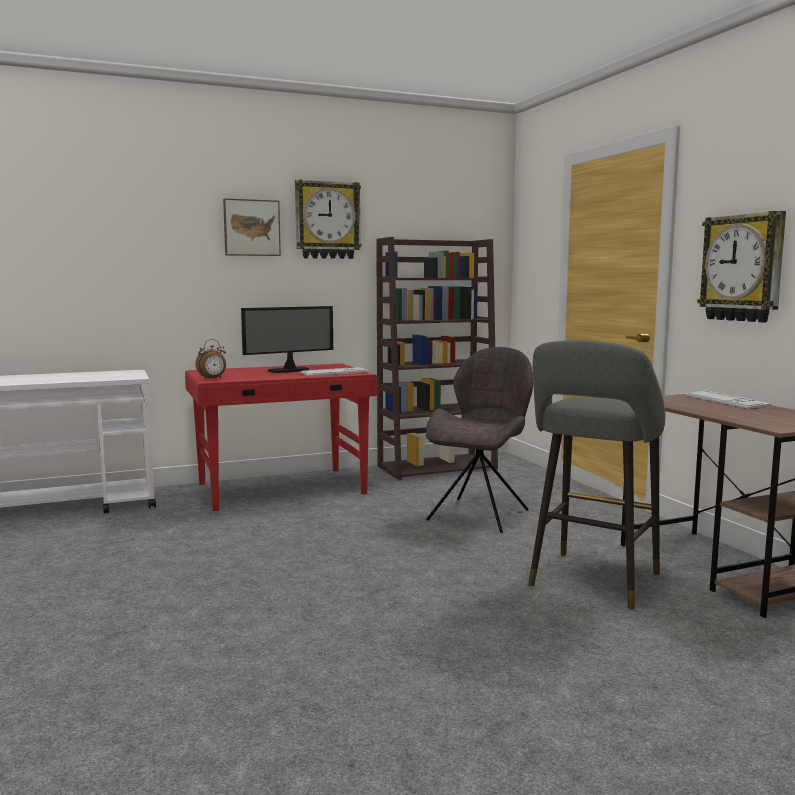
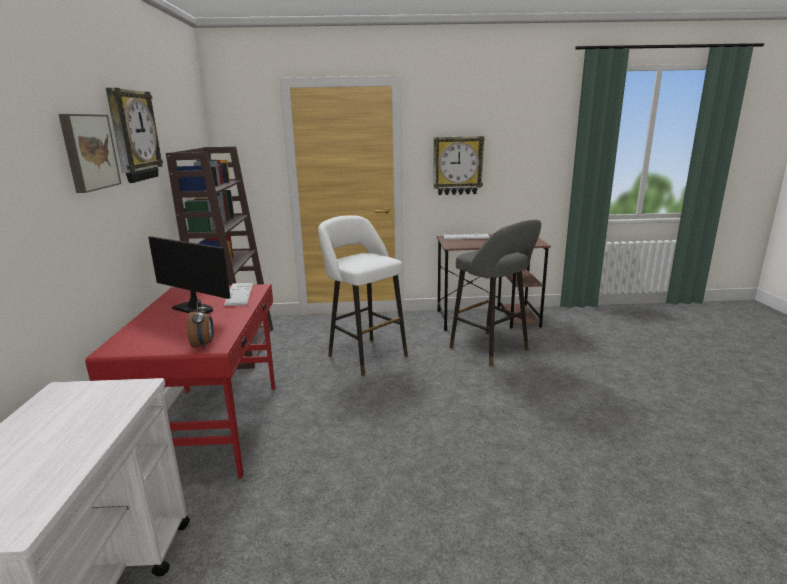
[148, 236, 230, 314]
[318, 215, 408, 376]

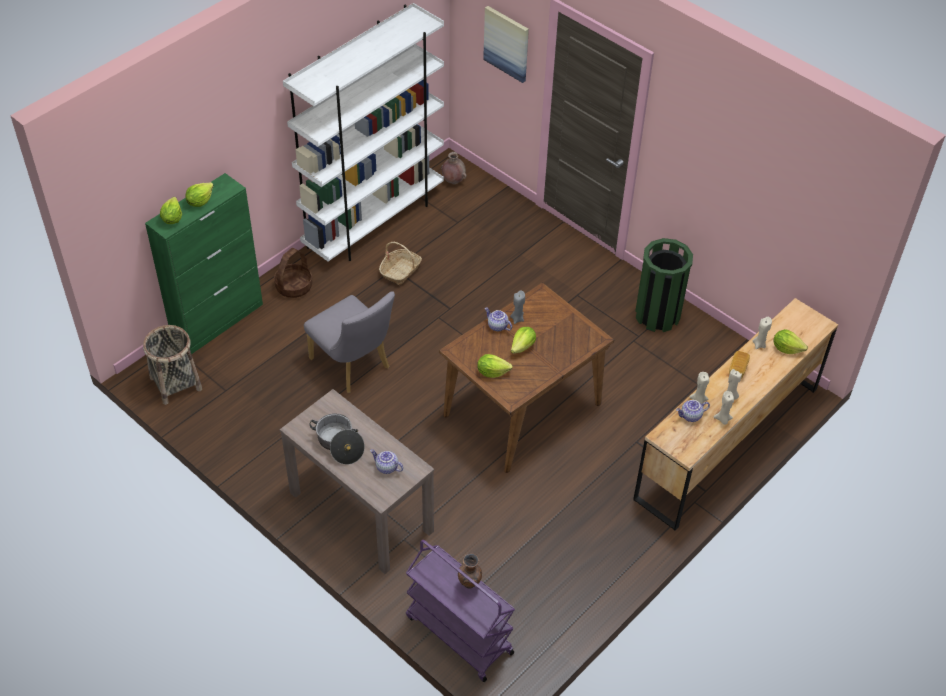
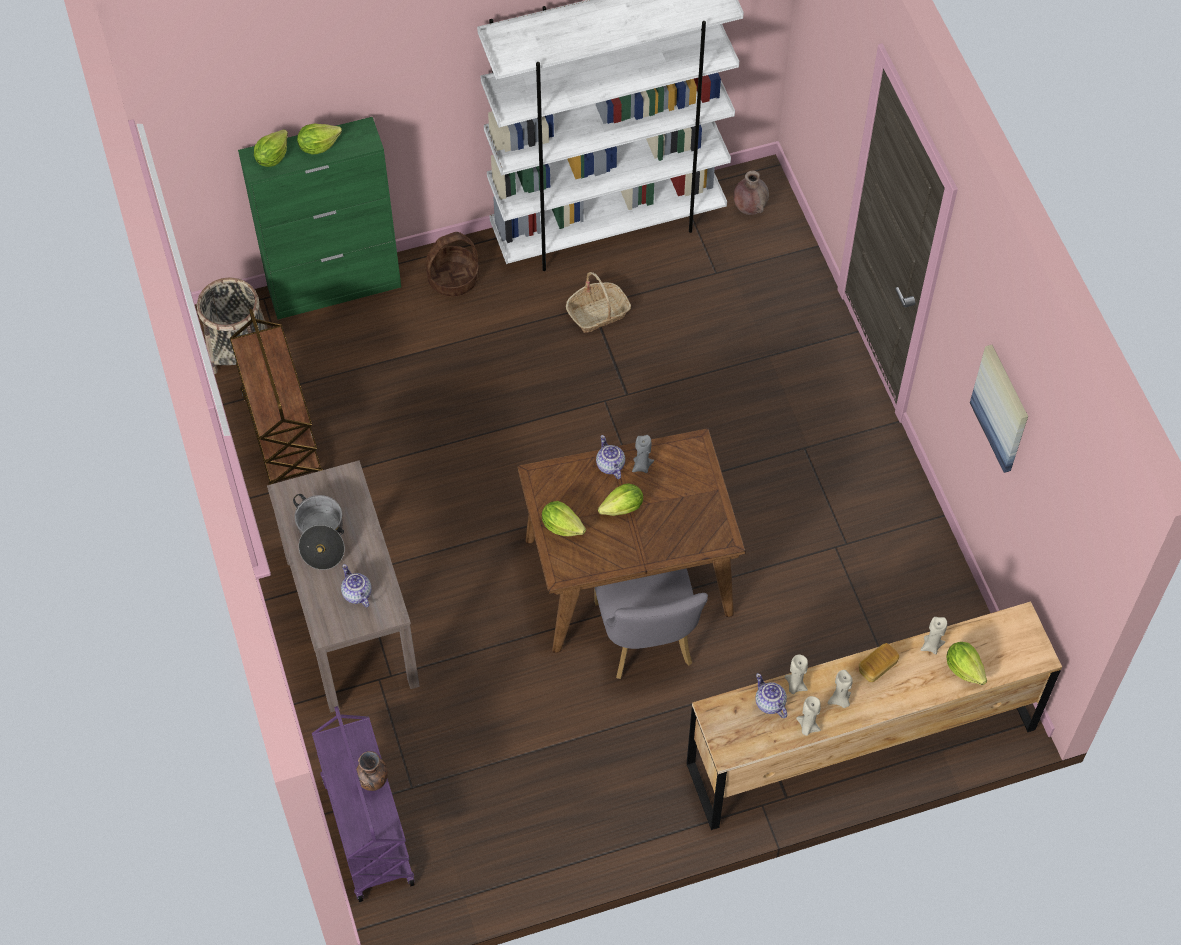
[230, 308, 323, 485]
[594, 568, 708, 679]
[755, 673, 787, 718]
[970, 345, 1028, 473]
[635, 238, 693, 332] (first image)

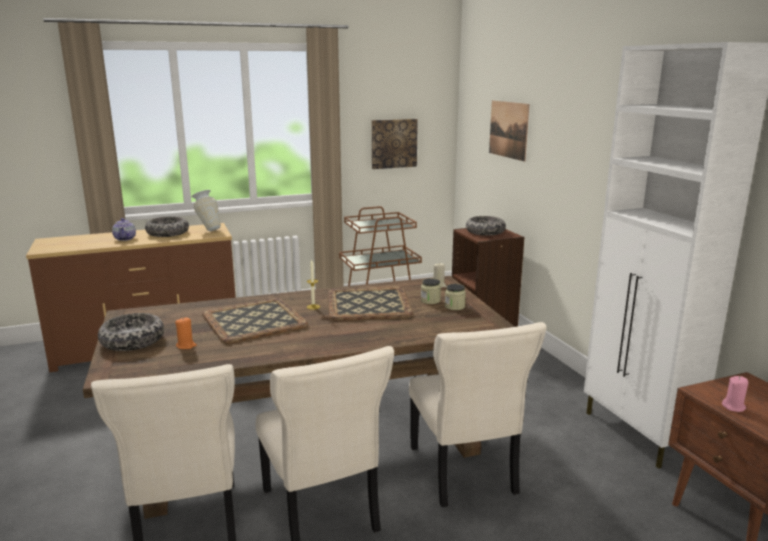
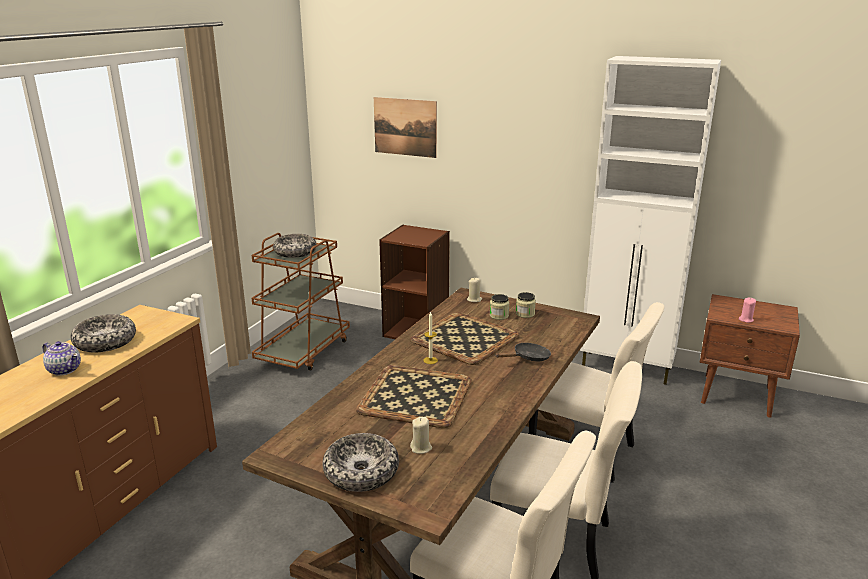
[273, 234, 317, 258]
[410, 417, 432, 454]
[495, 343, 551, 362]
[191, 190, 221, 231] (first image)
[372, 119, 418, 169] (first image)

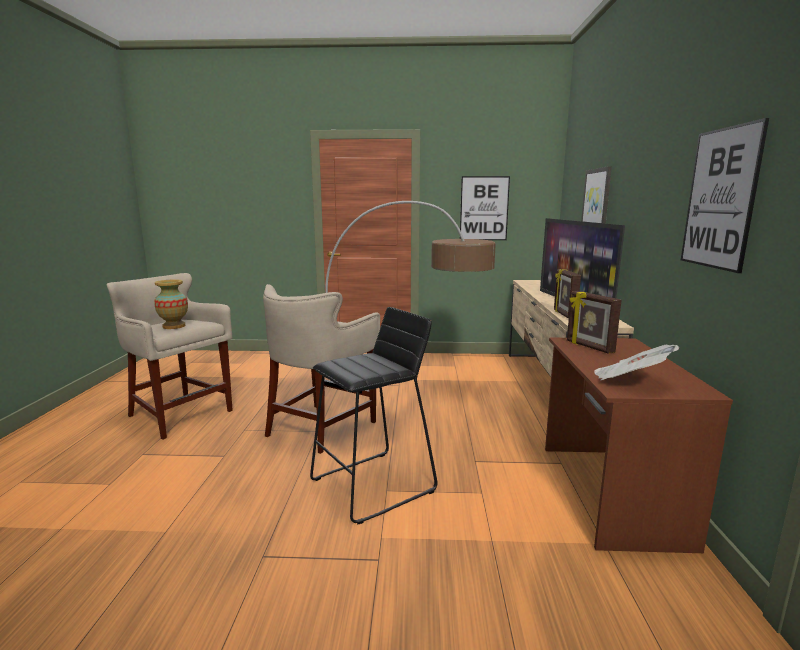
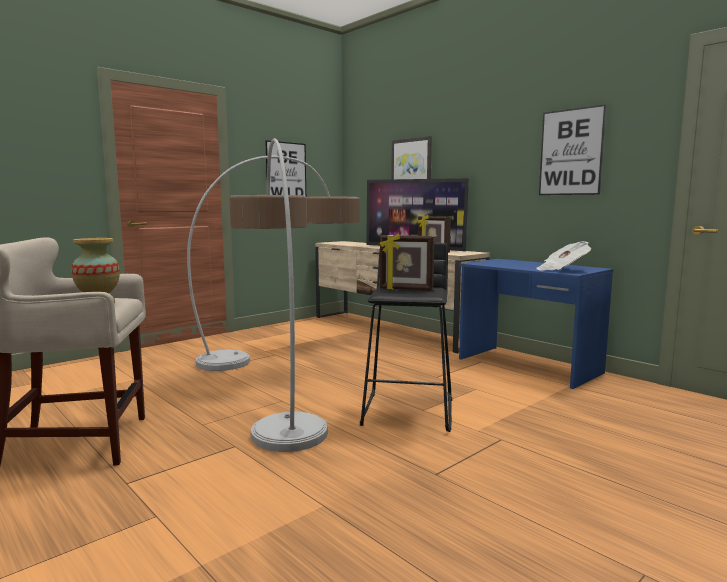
[230, 138, 328, 452]
[380, 234, 434, 291]
[459, 259, 613, 389]

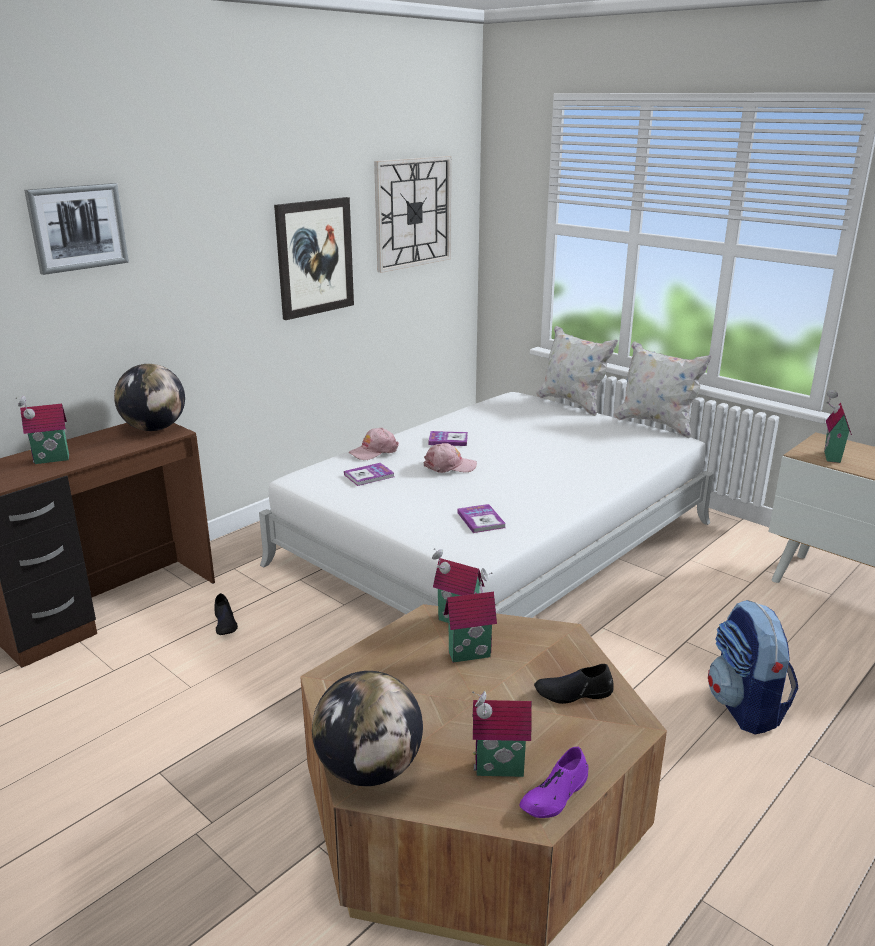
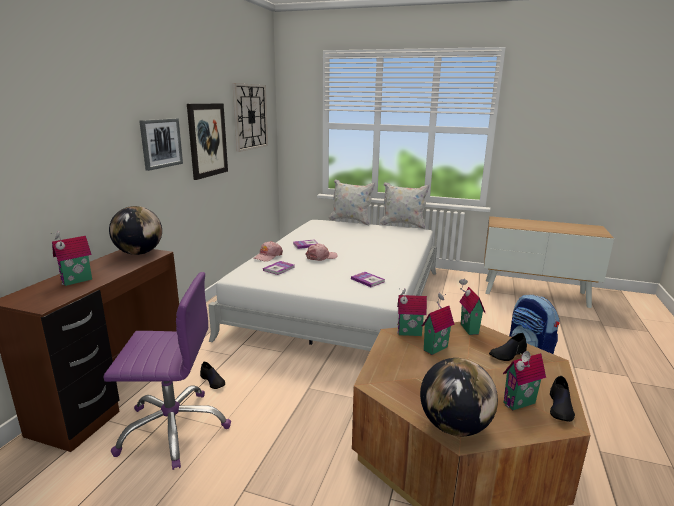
[103, 272, 231, 470]
[139, 118, 183, 171]
[459, 278, 485, 335]
[550, 376, 575, 422]

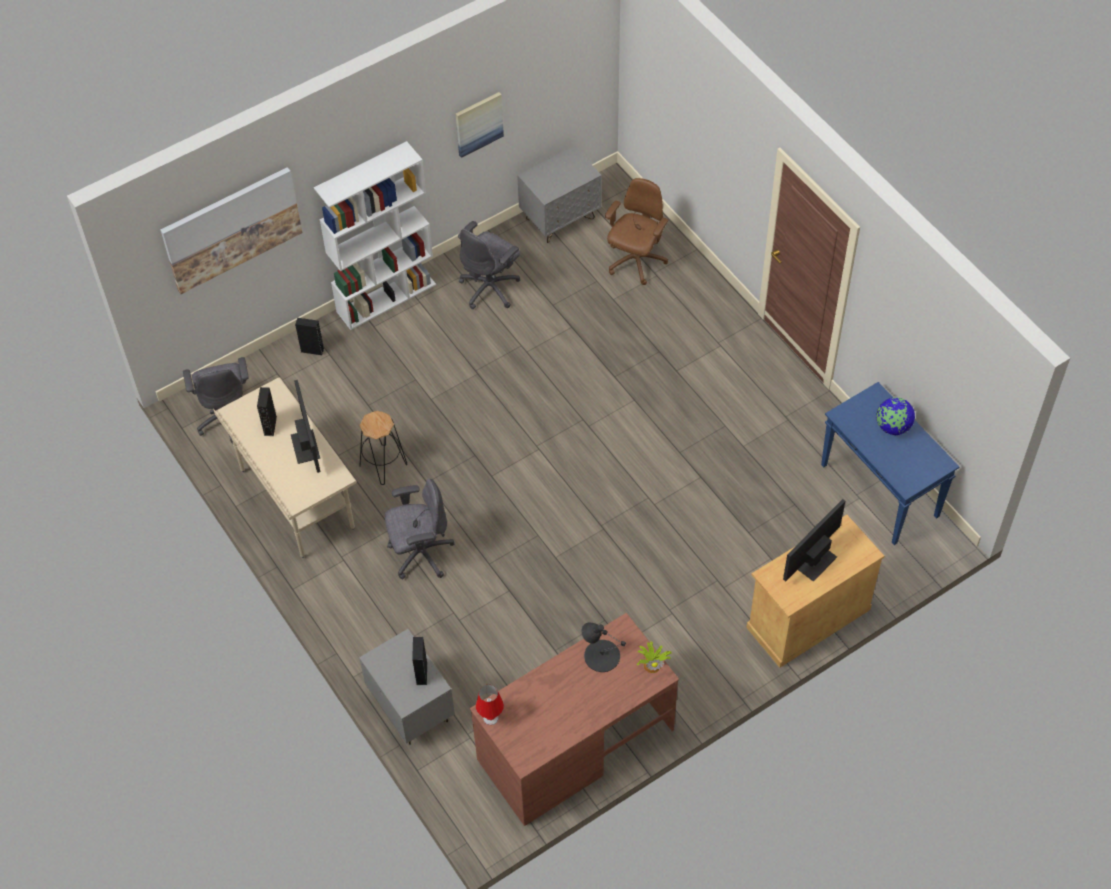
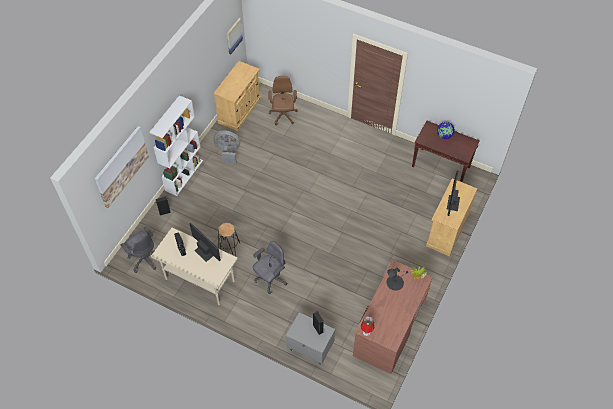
[213, 61, 261, 131]
[213, 130, 240, 164]
[227, 18, 243, 54]
[412, 121, 480, 182]

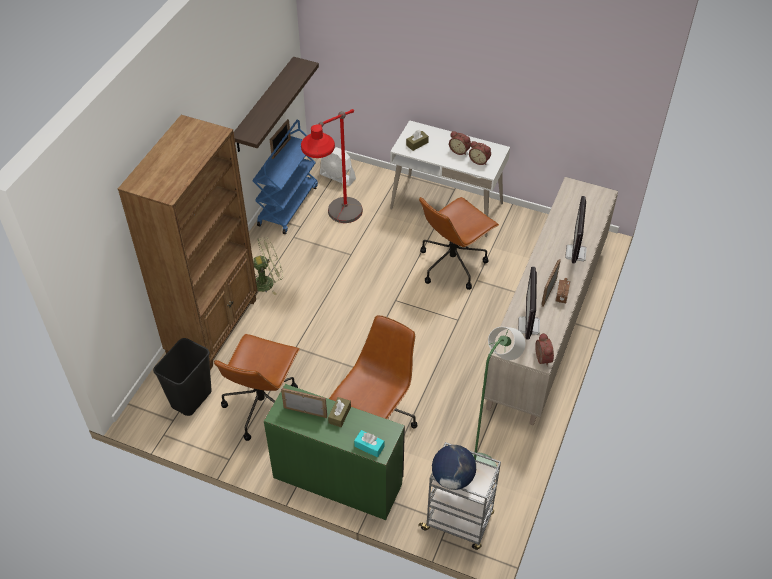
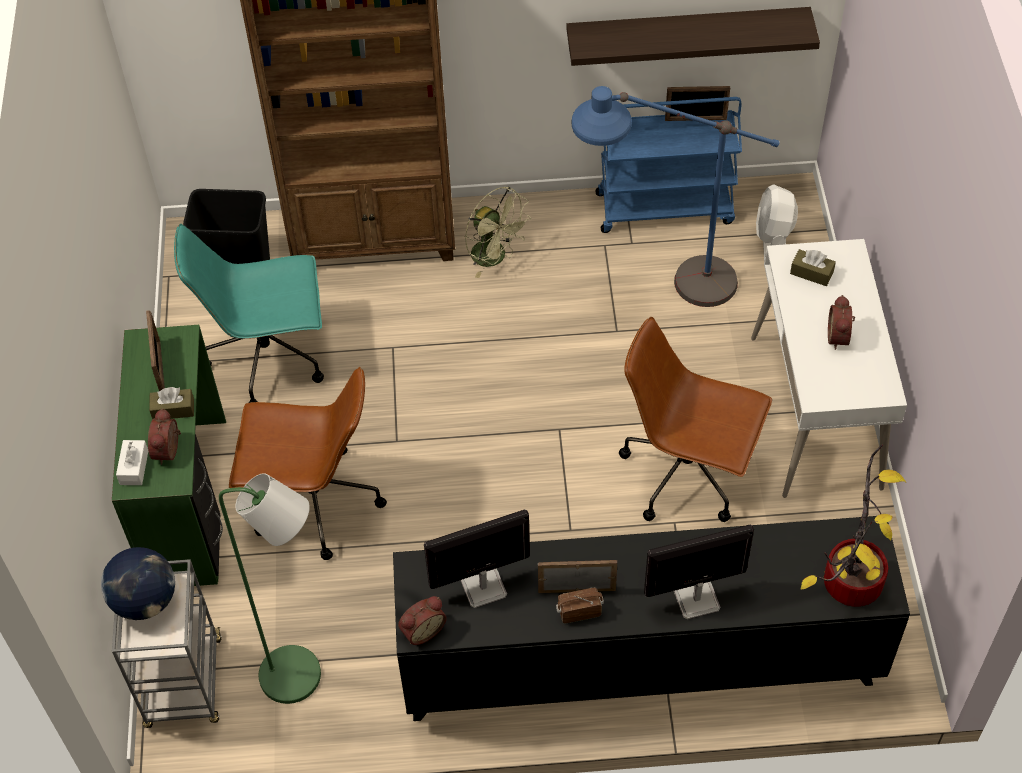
[116, 440, 148, 485]
[148, 408, 181, 465]
[174, 224, 324, 403]
[393, 516, 910, 721]
[572, 86, 780, 307]
[800, 444, 906, 607]

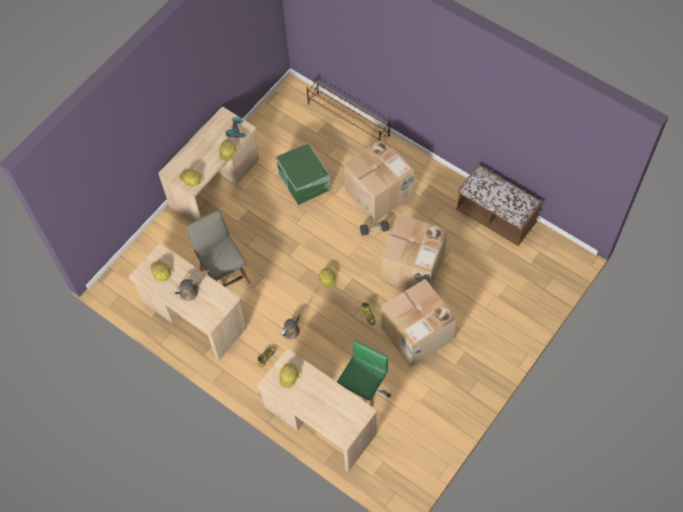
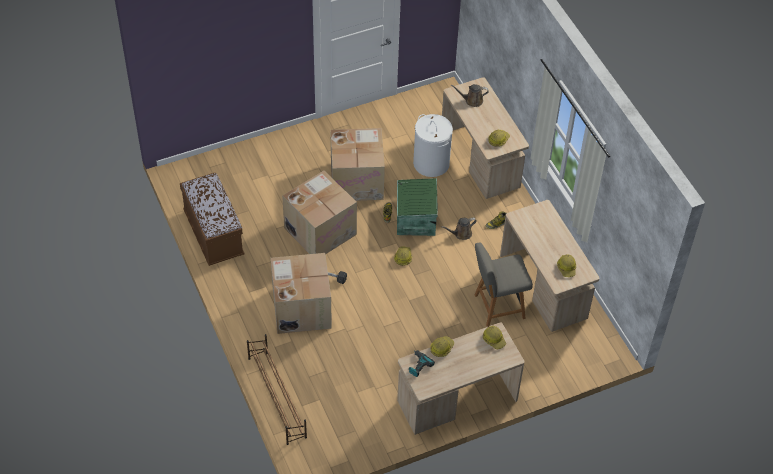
[397, 178, 438, 236]
[413, 114, 453, 177]
[451, 84, 489, 107]
[475, 242, 533, 327]

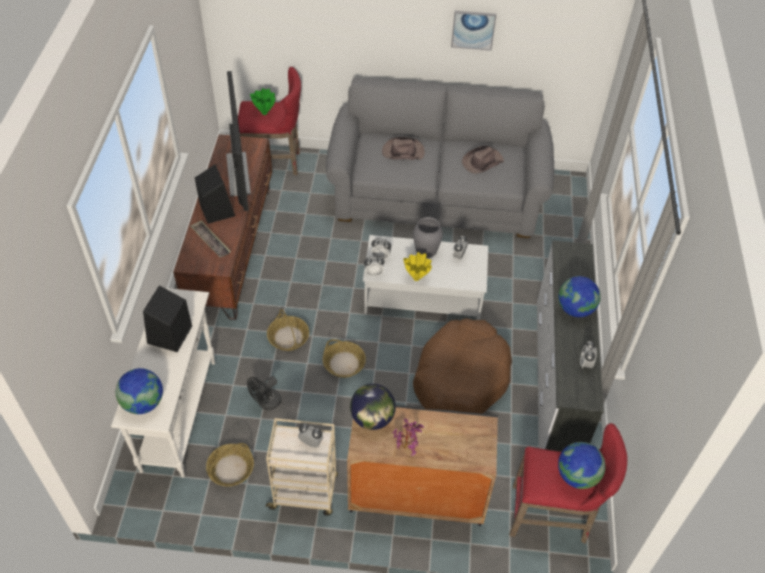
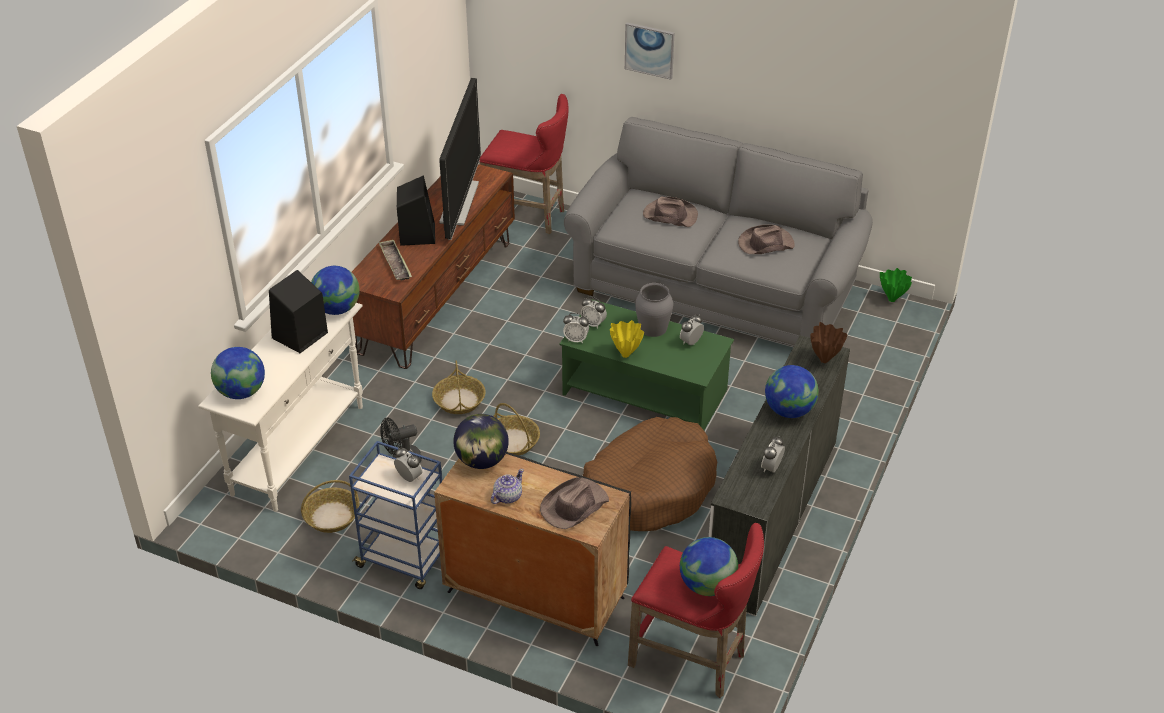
[311, 266, 360, 315]
[349, 441, 442, 589]
[491, 469, 524, 504]
[540, 477, 609, 529]
[560, 299, 734, 430]
[625, 23, 674, 80]
[810, 322, 847, 363]
[880, 268, 912, 302]

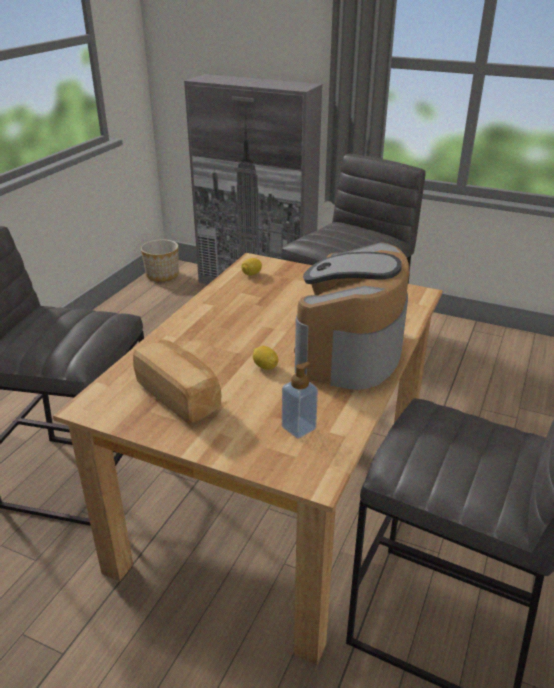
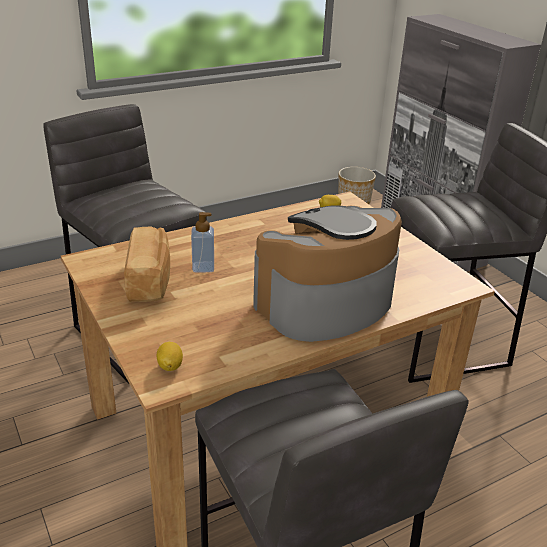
[157, 342, 183, 371]
[191, 212, 214, 272]

